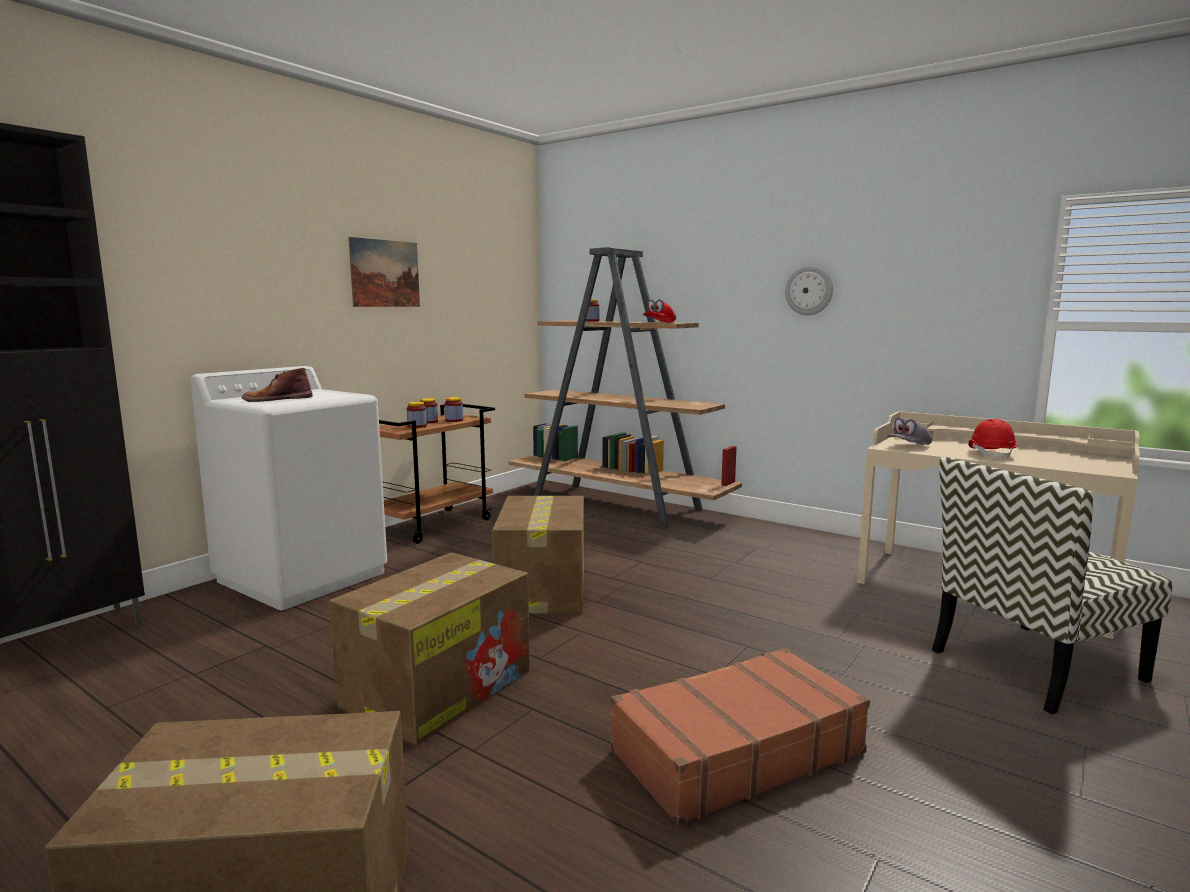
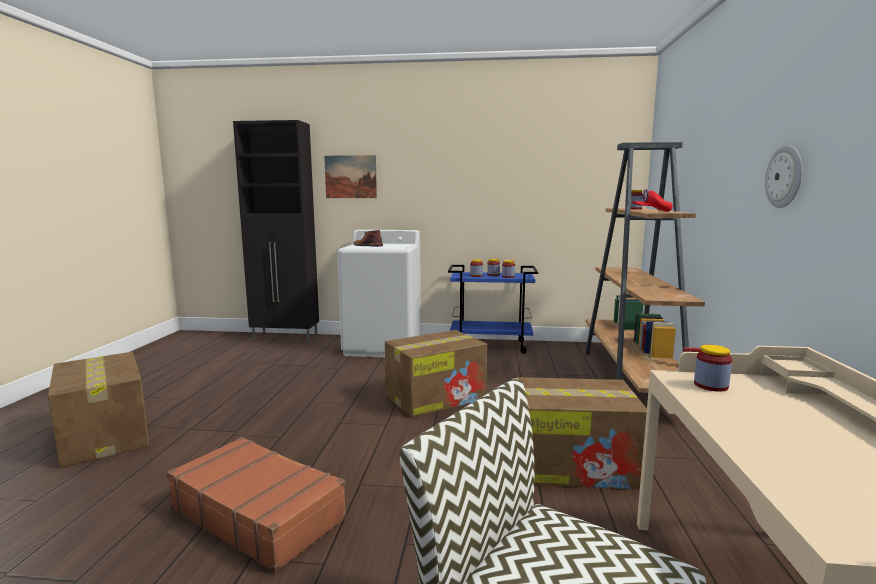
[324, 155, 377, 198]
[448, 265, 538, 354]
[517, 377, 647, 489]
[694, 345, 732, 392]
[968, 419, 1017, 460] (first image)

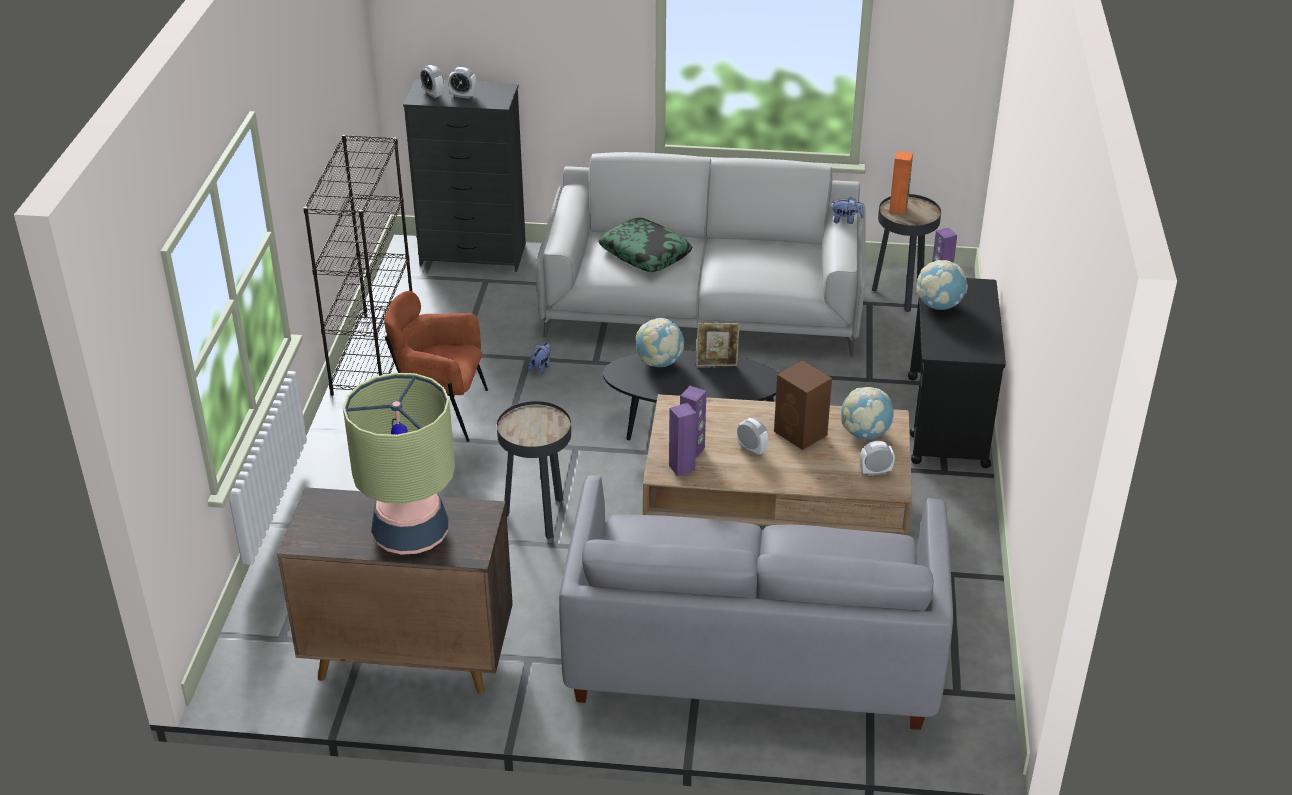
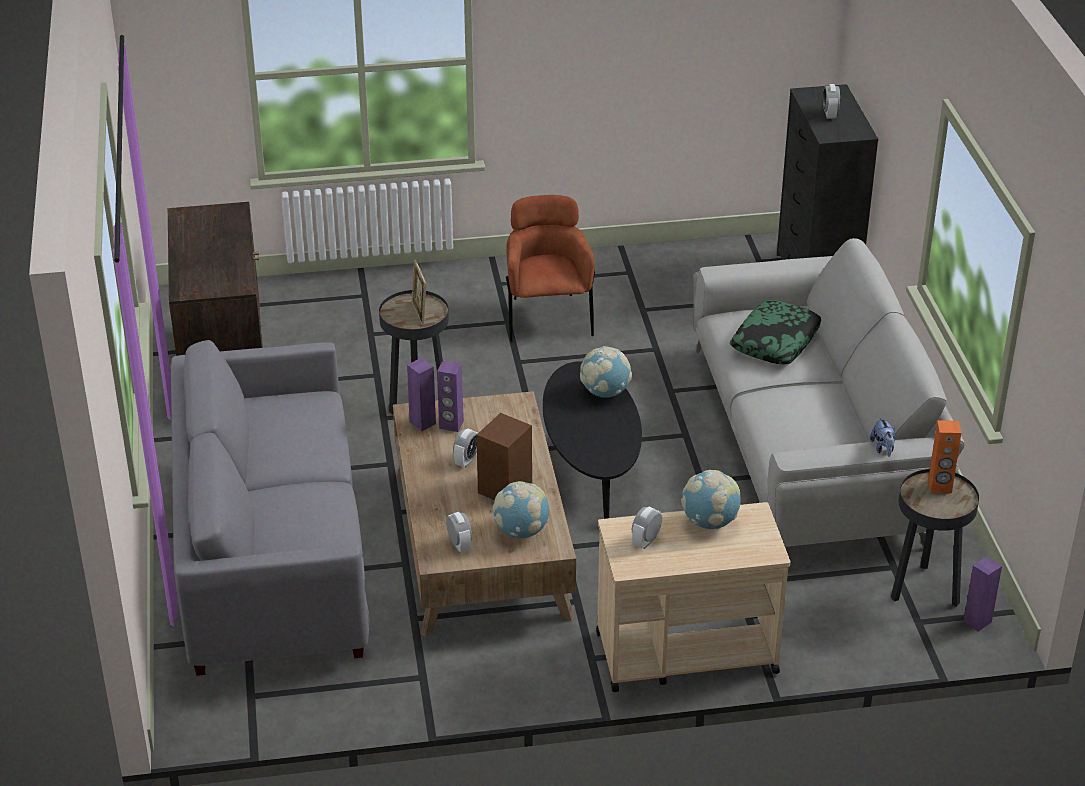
[411, 260, 426, 325]
[596, 502, 790, 692]
[632, 507, 662, 549]
[303, 135, 412, 396] (first image)
[343, 373, 455, 555] (first image)
[528, 343, 551, 375] (first image)

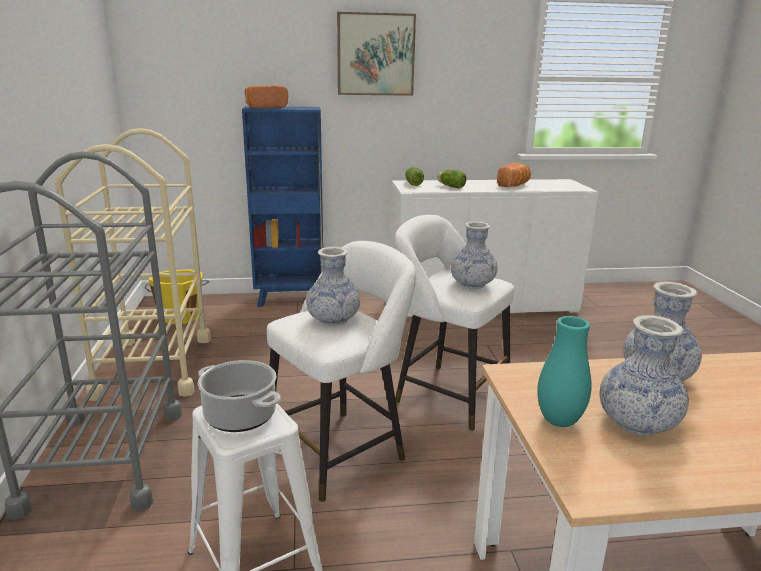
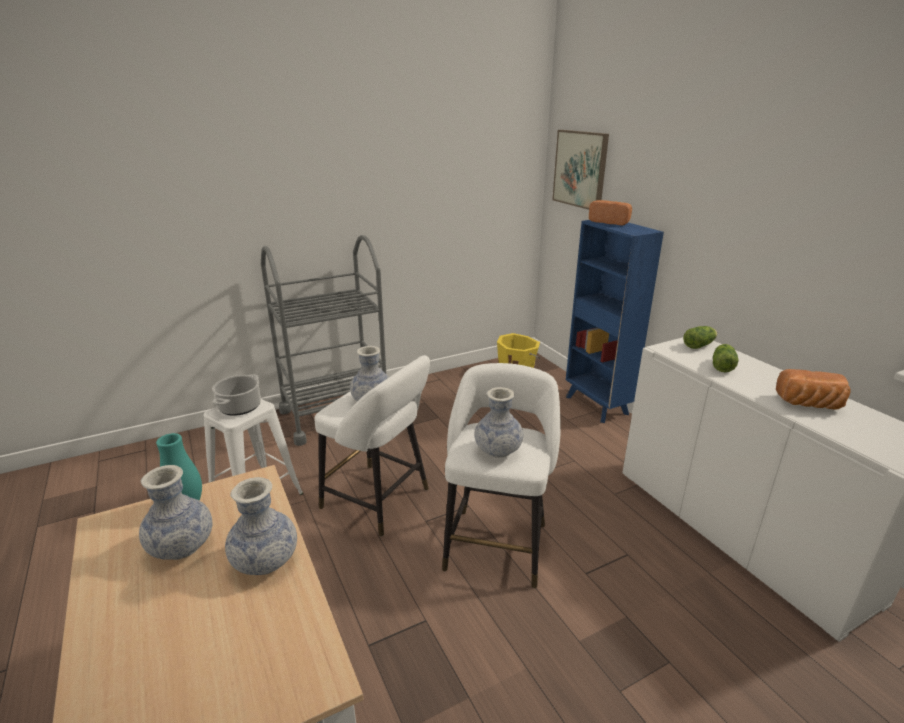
[552, 130, 609, 210]
[55, 128, 211, 401] (first image)

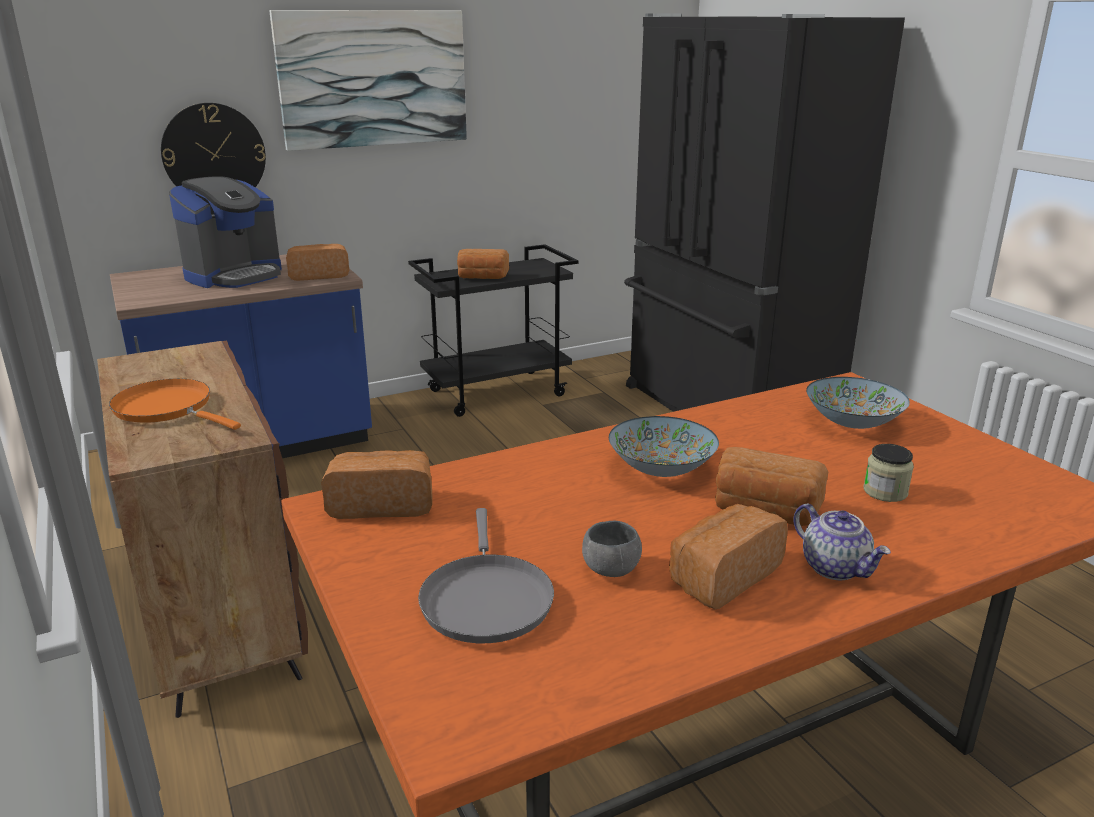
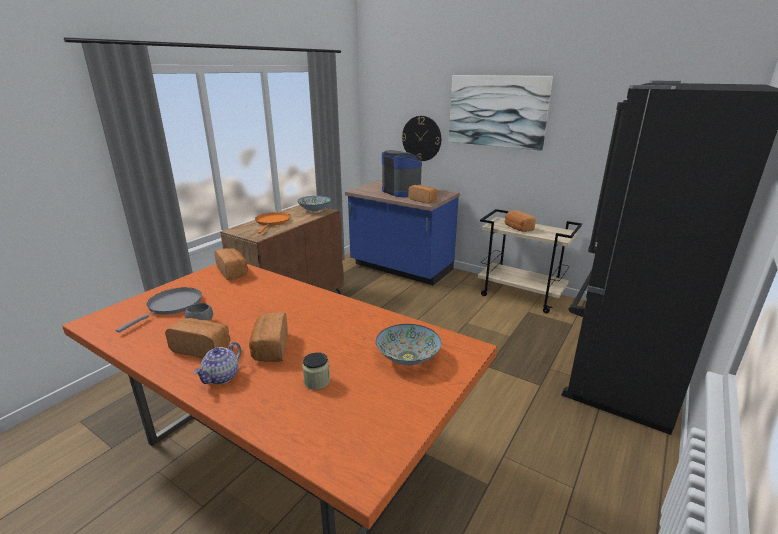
[116, 287, 202, 333]
[297, 196, 331, 211]
[382, 150, 422, 197]
[478, 209, 582, 313]

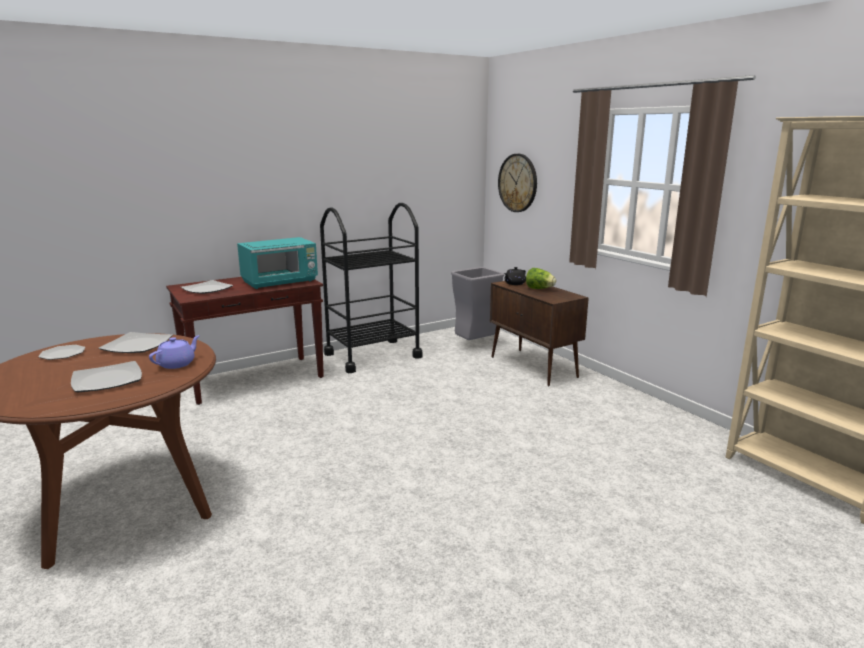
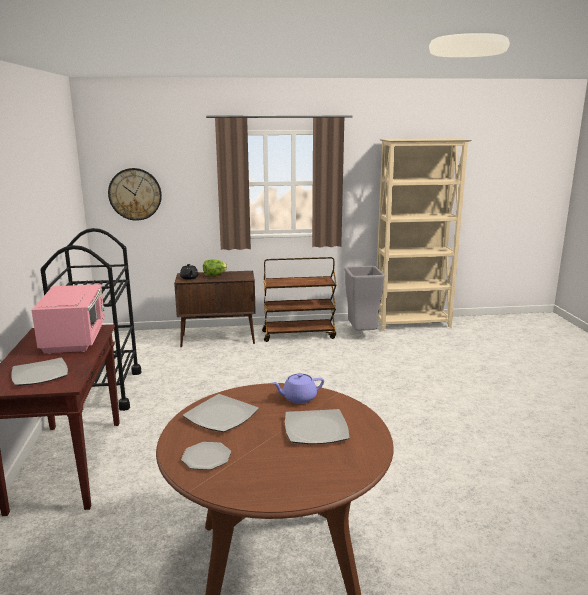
[31, 284, 105, 354]
[262, 257, 336, 342]
[272, 373, 324, 404]
[344, 266, 385, 331]

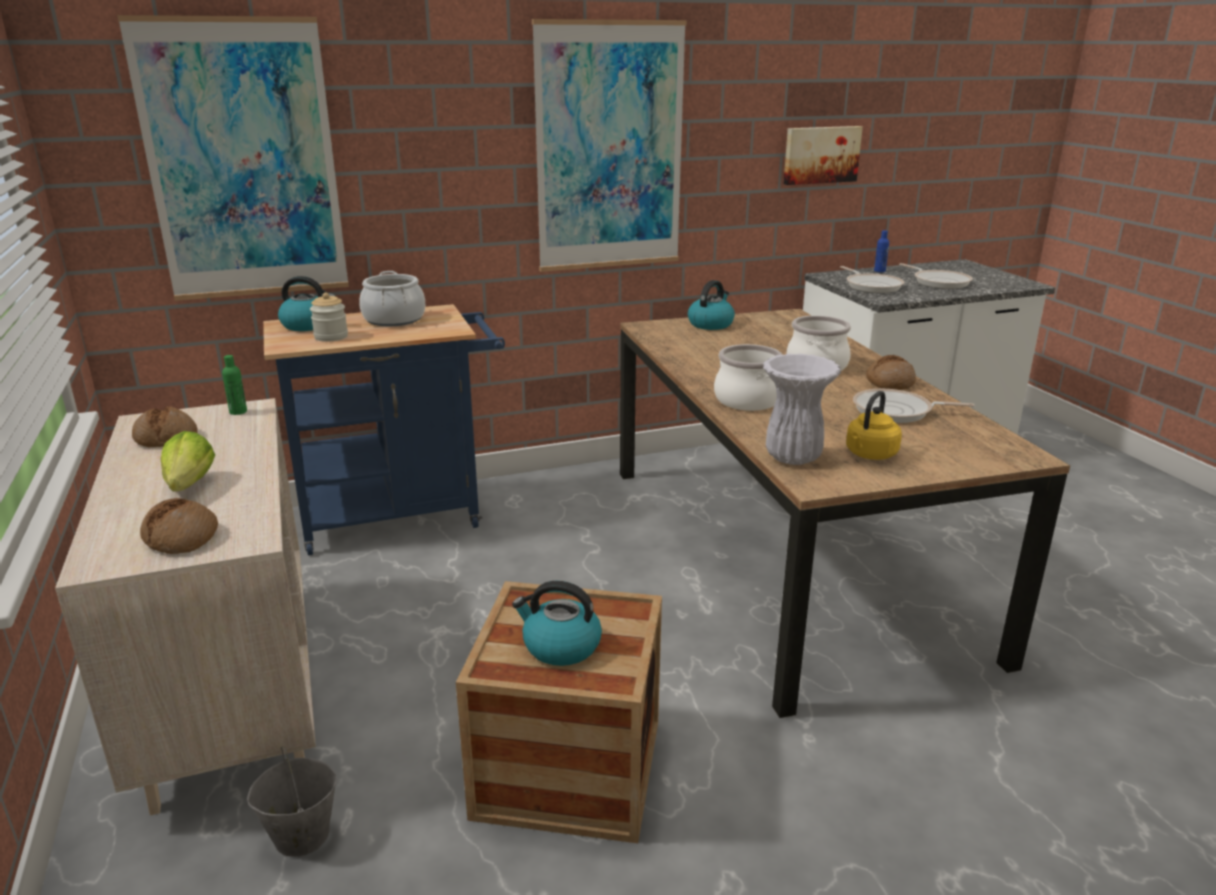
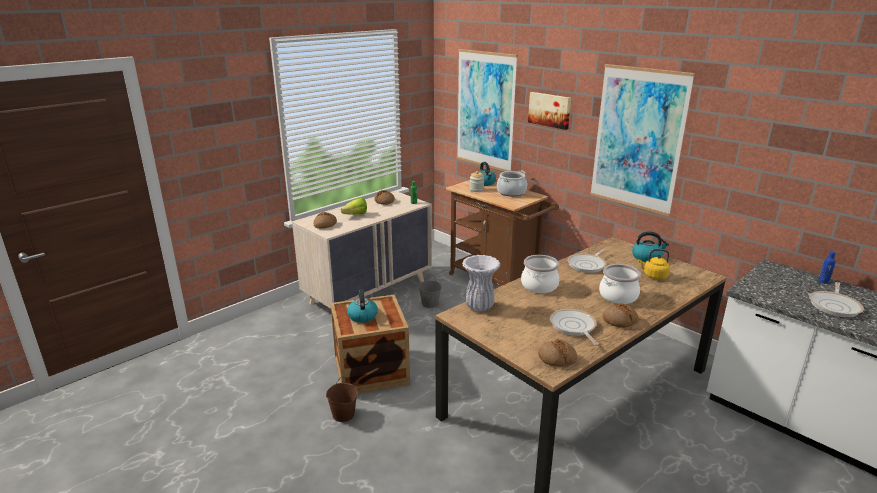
[326, 377, 358, 422]
[418, 273, 442, 308]
[446, 180, 559, 286]
[528, 92, 571, 130]
[538, 339, 577, 367]
[567, 248, 607, 273]
[638, 249, 670, 280]

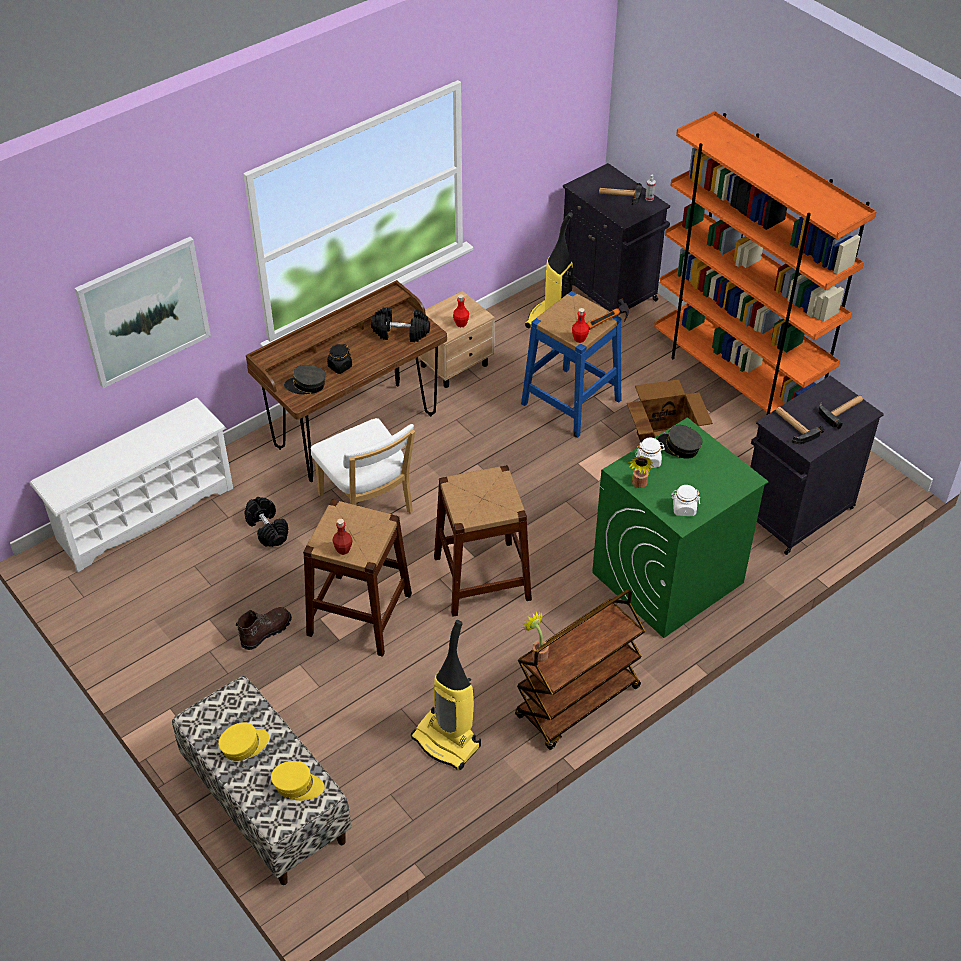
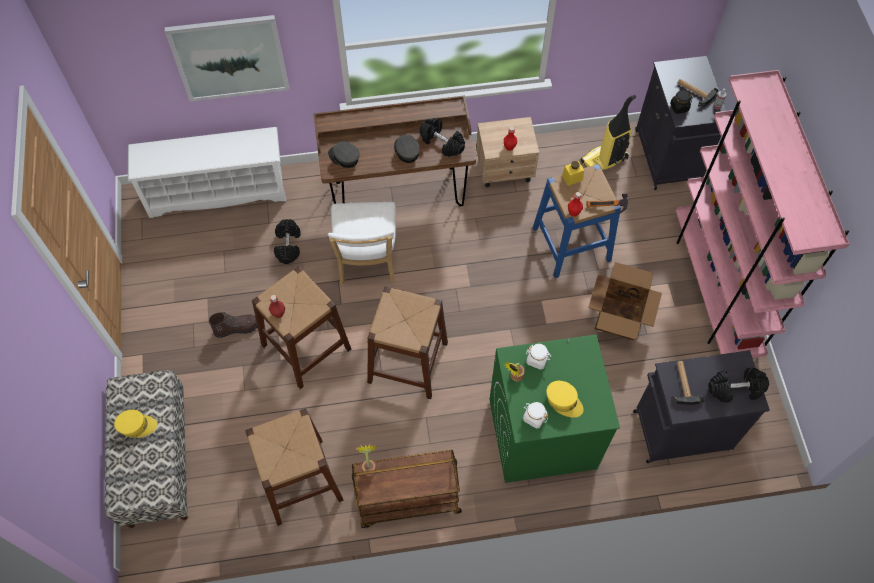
[245, 408, 344, 526]
[394, 135, 420, 163]
[546, 381, 584, 418]
[562, 161, 584, 186]
[670, 90, 693, 114]
[676, 70, 850, 358]
[708, 368, 769, 403]

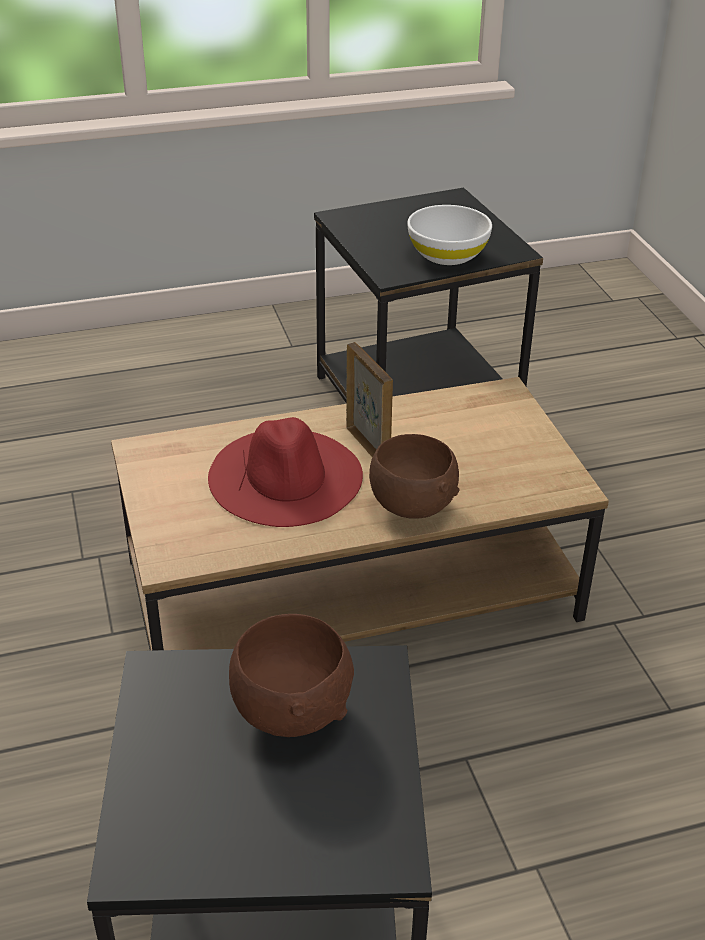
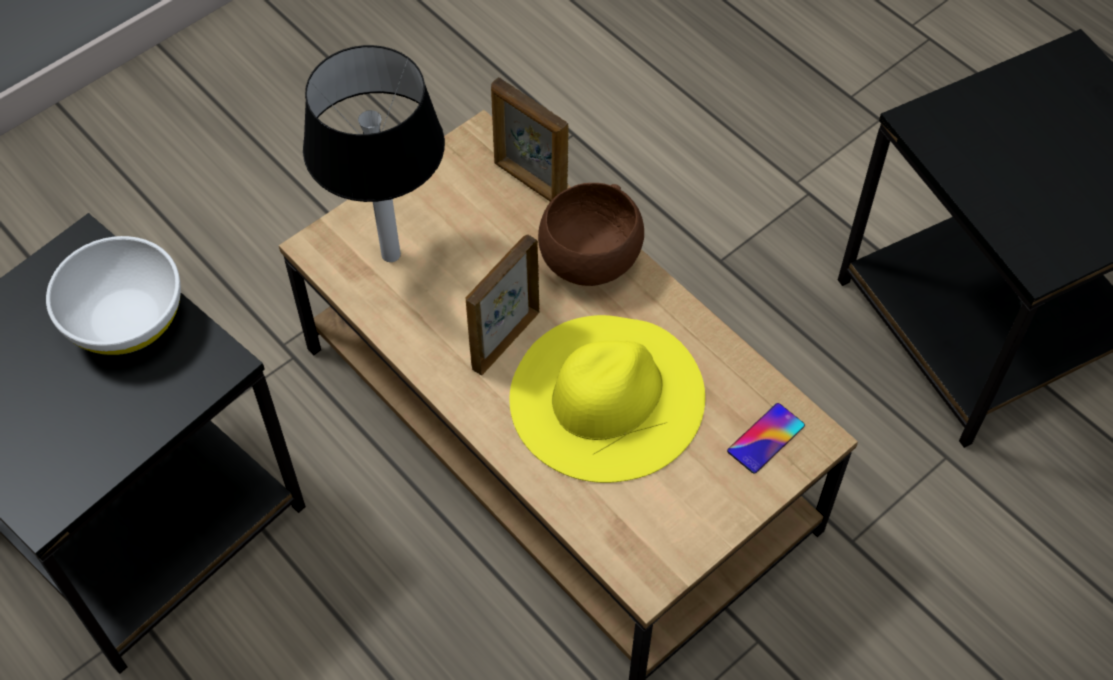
[303, 45, 445, 262]
[491, 77, 569, 202]
[510, 315, 705, 483]
[727, 403, 805, 474]
[229, 614, 354, 737] (first image)

